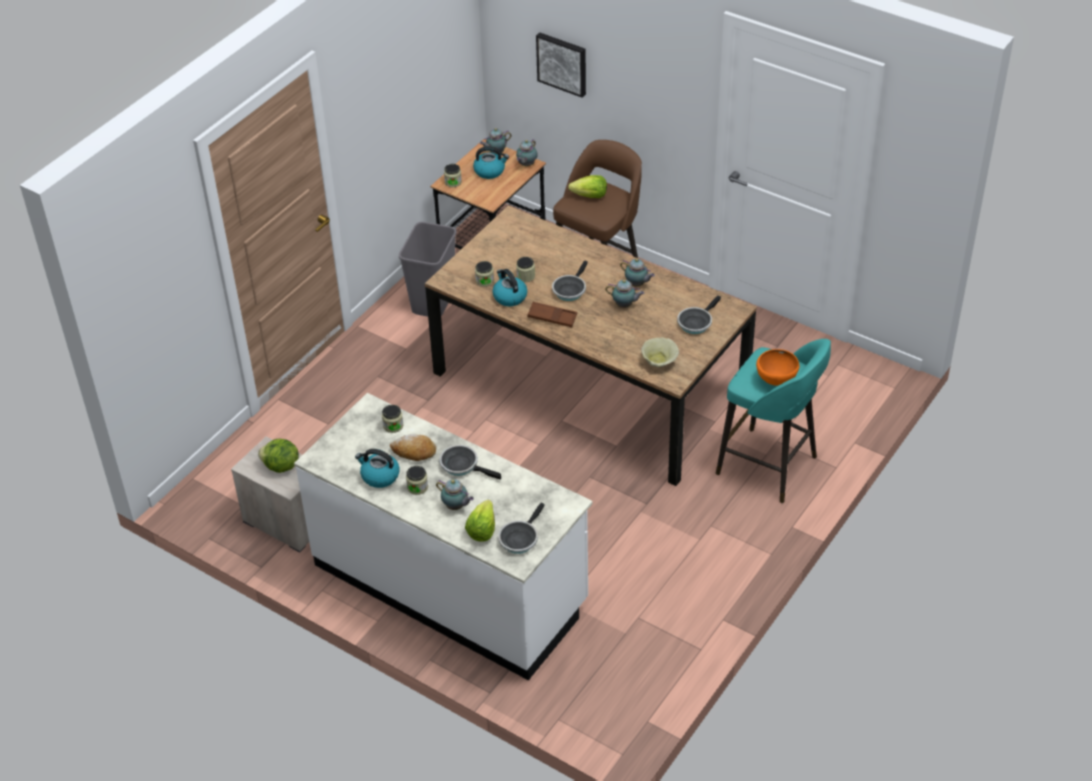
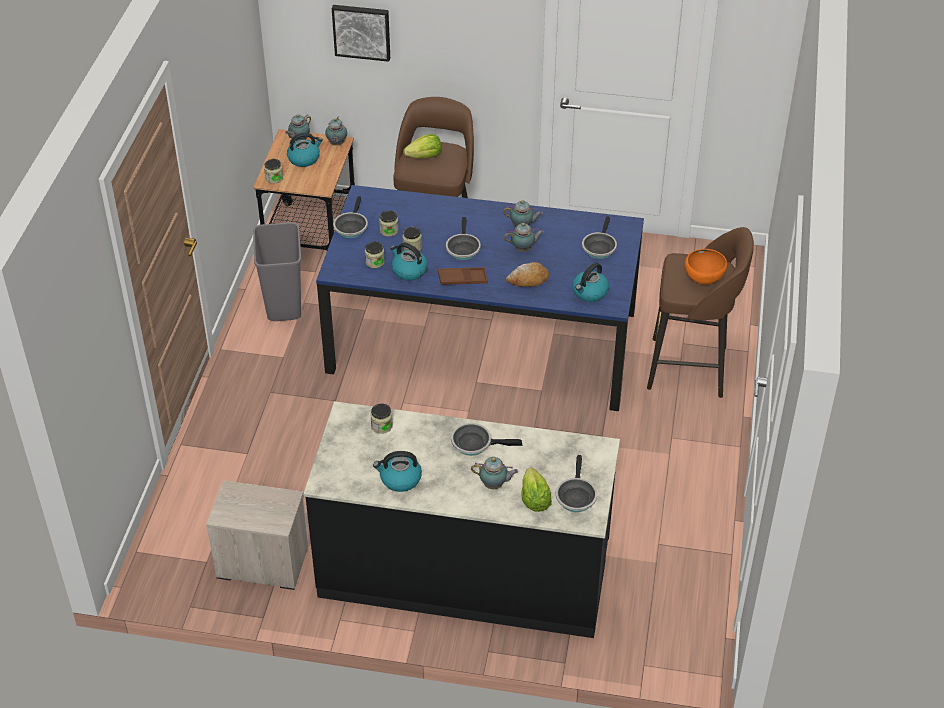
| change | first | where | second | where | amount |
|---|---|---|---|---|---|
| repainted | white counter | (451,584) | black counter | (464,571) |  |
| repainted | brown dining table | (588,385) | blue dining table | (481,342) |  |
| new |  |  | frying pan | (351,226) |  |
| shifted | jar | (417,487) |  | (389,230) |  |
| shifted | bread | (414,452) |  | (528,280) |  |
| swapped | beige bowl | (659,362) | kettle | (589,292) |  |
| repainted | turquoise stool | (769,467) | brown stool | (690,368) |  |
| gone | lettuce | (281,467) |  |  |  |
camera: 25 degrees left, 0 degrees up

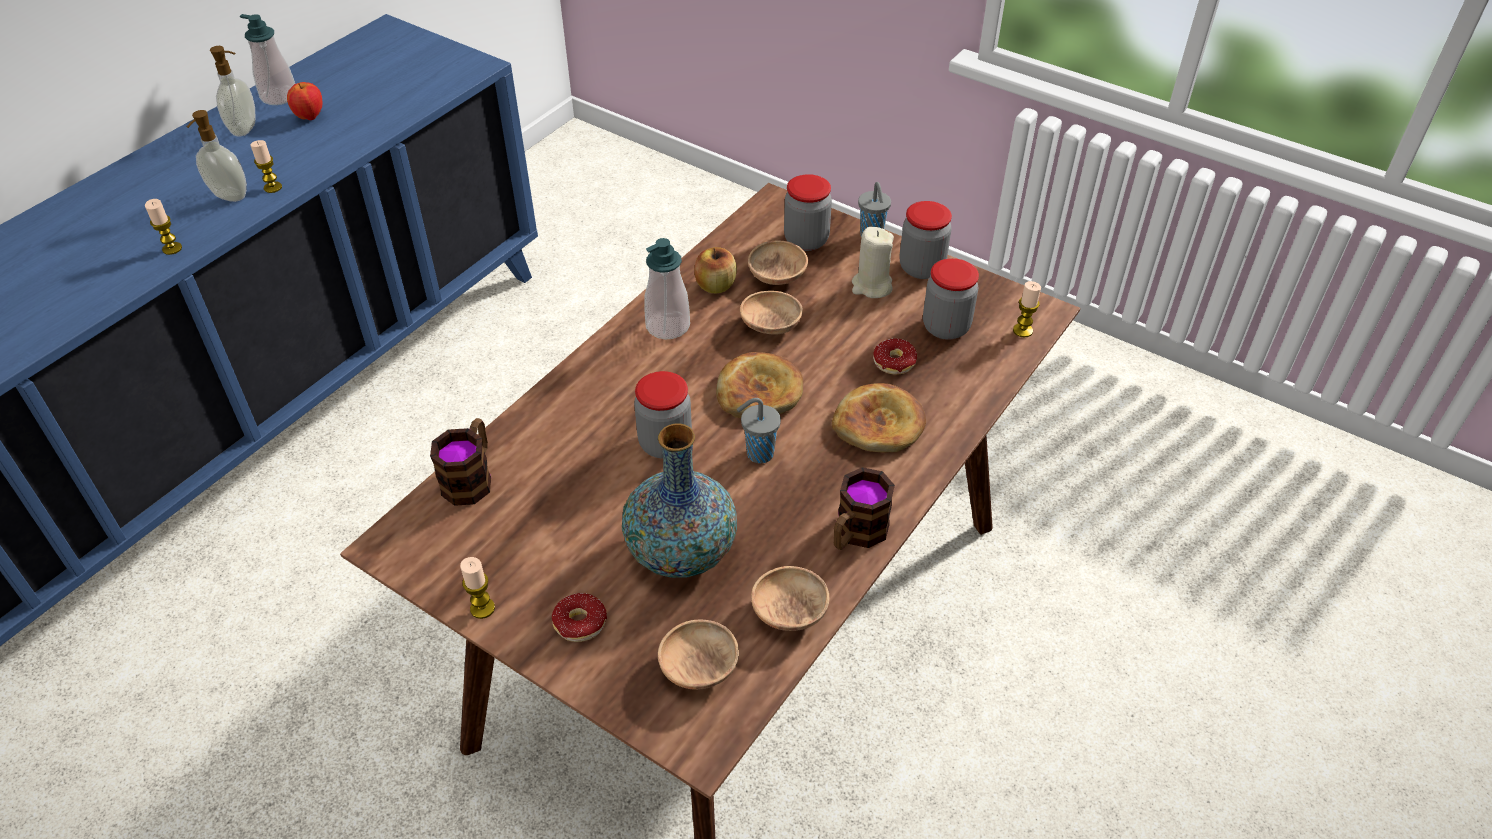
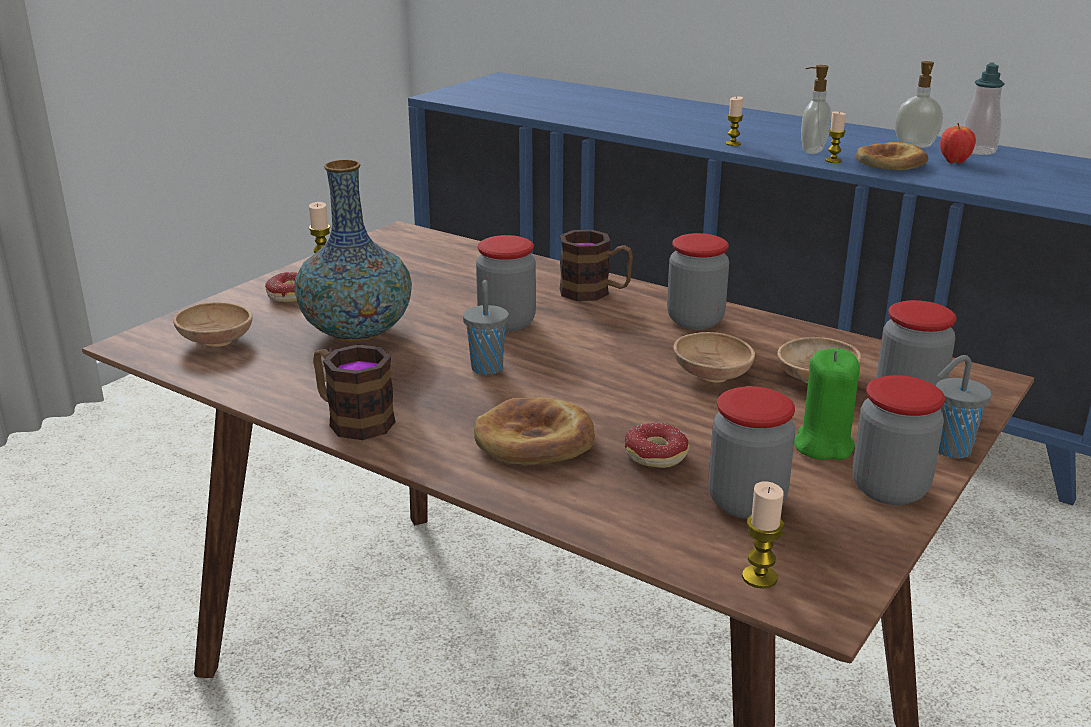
| change | first | where | second | where | amount |
|---|---|---|---|---|---|
| shifted | mug | (471,477) |  | (595,293) |  |
| swapped | soap dispenser | (668,326) | jar | (695,320) |  |
| repainted | beige candle | (871,286) | green candle | (823,445) |  |
| shifted | bread | (759,391) |  | (891,163) |  |
| gone | apple | (715,286) |  |  |  |
| gone | brown bowl | (789,612) |  |  |  |
camera: 90 degrees right, 20 degrees down

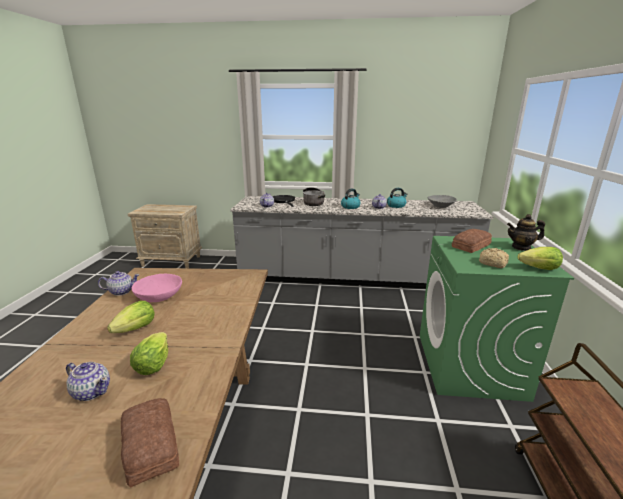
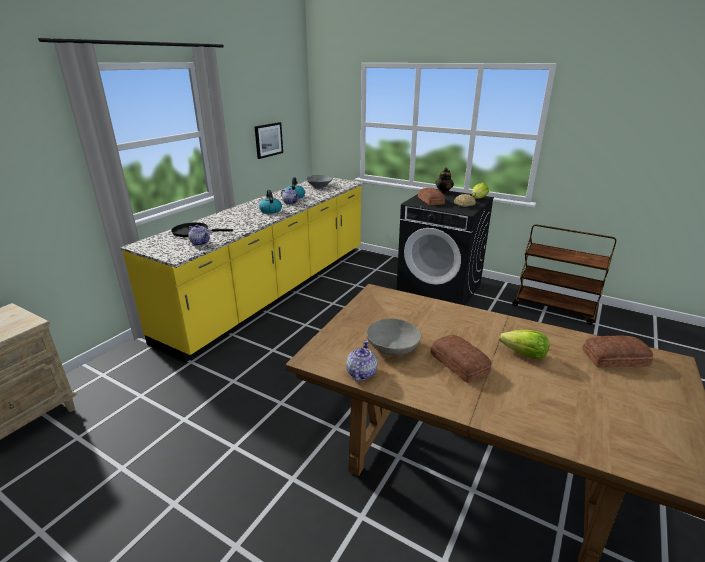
| change | first | where | second | where | amount |
|---|---|---|---|---|---|
| repainted | grey counter | (353,278) | yellow counter | (275,290) |  |
| new |  |  | picture | (268,140) |  |
| repainted | pink bowl | (159,296) | grey bowl | (393,347) |  |
| repainted | green washing machine | (470,366) | black washing machine | (439,289) |  |
| swapped | lettuce | (136,329) | bread | (459,363) |  |
| gone | teapot | (92,391) |  |  |  |
| gone | cooking pot | (313,202) |  |  |  |
camera: 65 degrees left, 5 degrees up

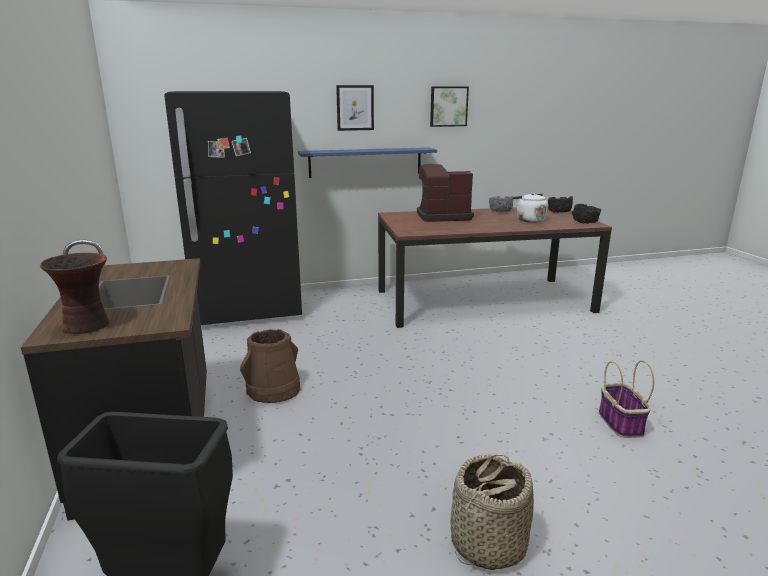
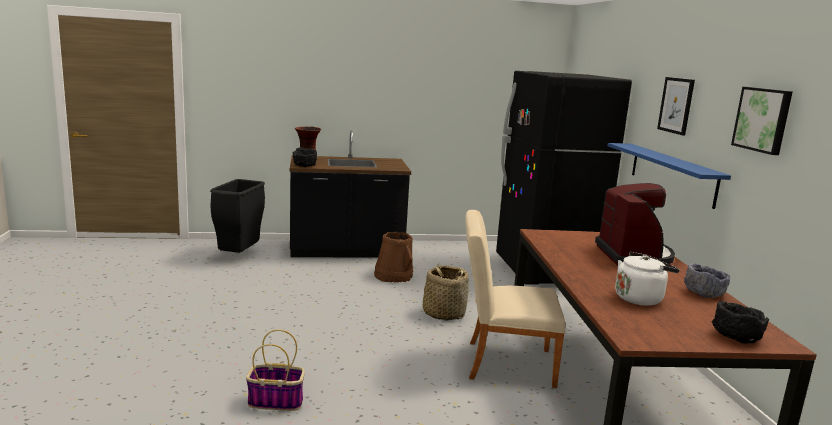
| change | first | where | second | where | amount |
|---|---|---|---|---|---|
| shifted | black bowl | (585,222) |  | (304,165) |  |
| shifted | basket | (487,544) |  | (443,313) |  |
| new |  |  | beige chair | (502,362) |  |
camera: 95 degrees right, 5 degrees down

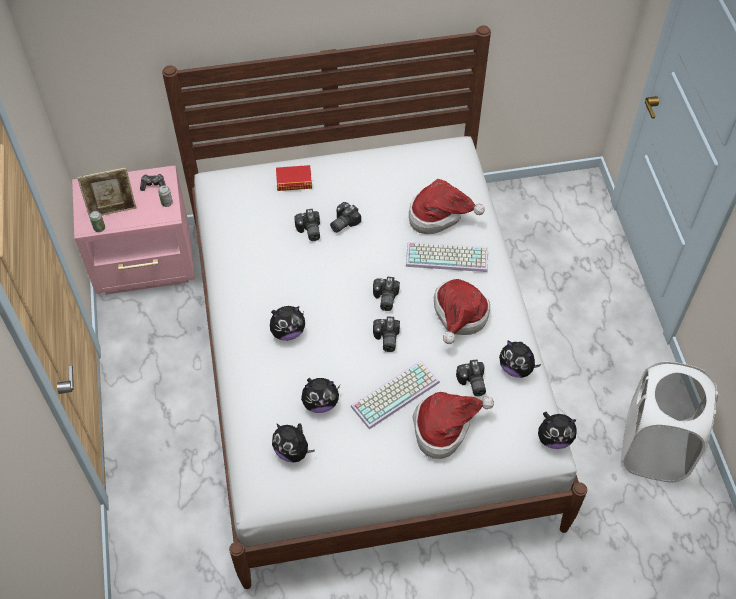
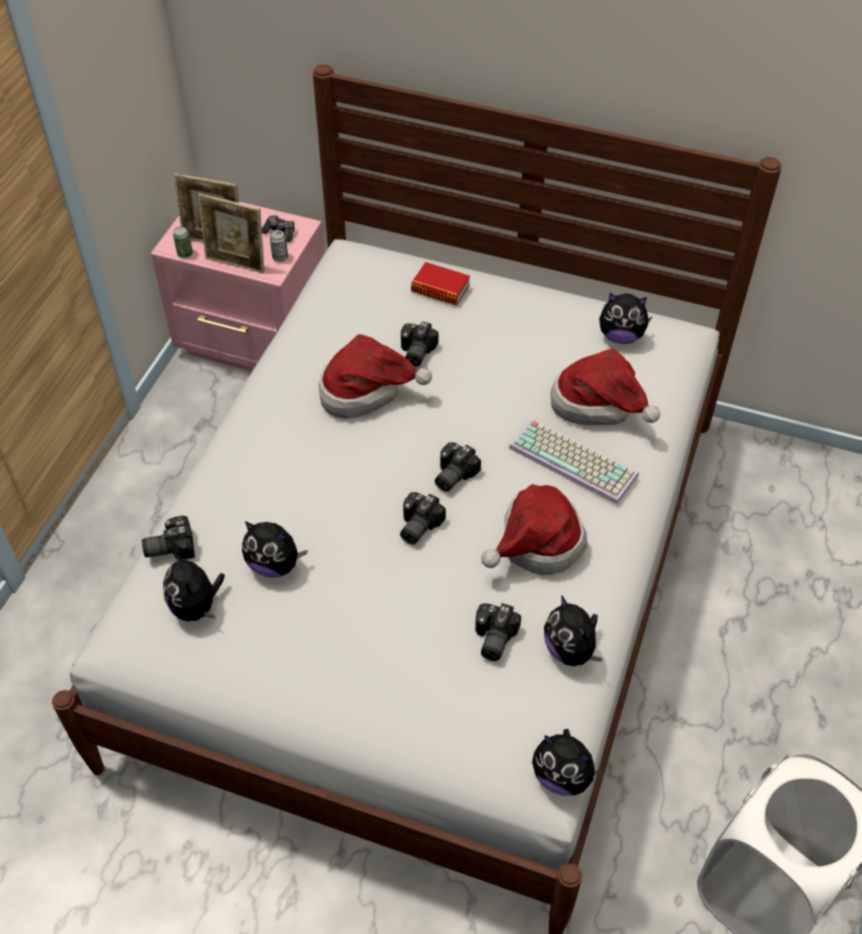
| change | first | where | second | where | amount |
|---|---|---|---|---|---|
| shifted | photo camera | (342,222) |  | (170,546) |  |
| new |  |  | picture frame | (236,263) |  |
| shifted | hat | (444,428) |  | (366,391) |  |
| shifted | plush toy | (287,332) |  | (621,336) |  |
| gone | keyboard | (395,392) |  |  |  |
camera: 30 degrees right, 5 degrees down

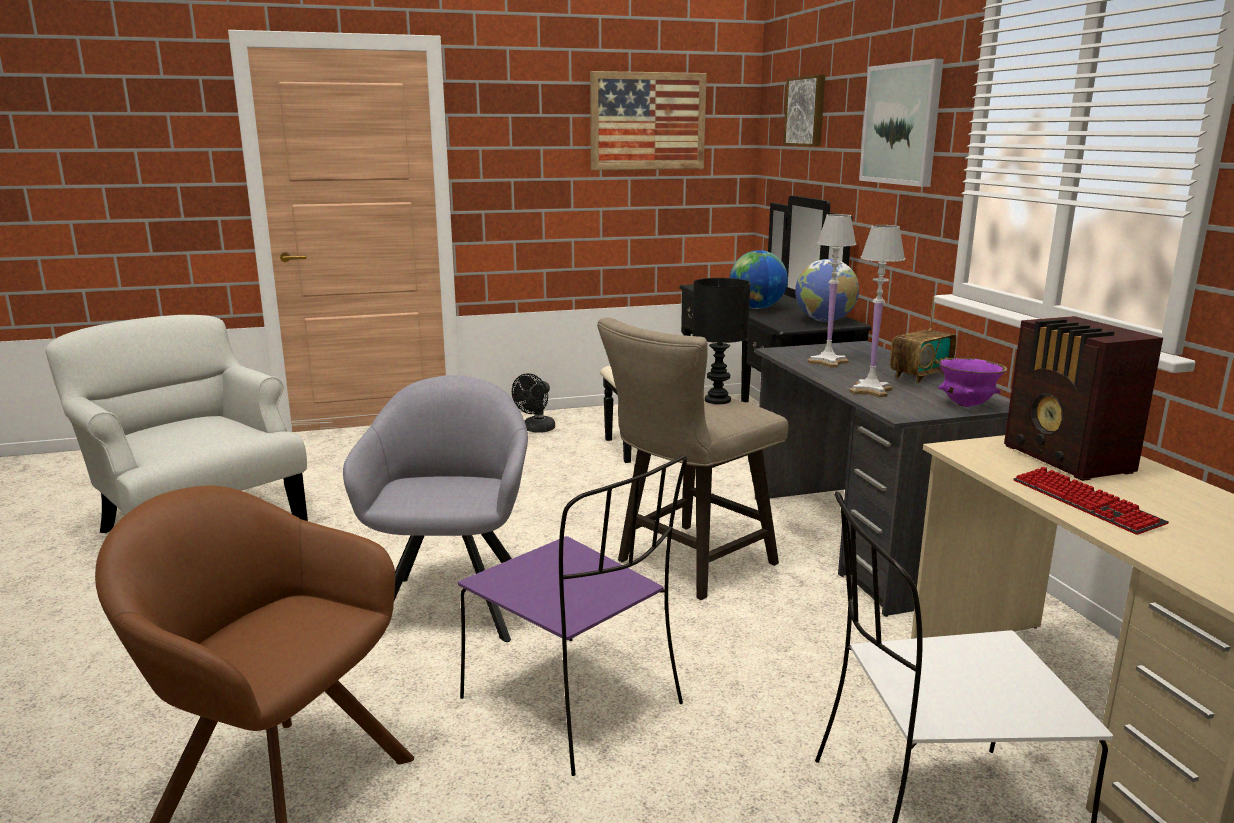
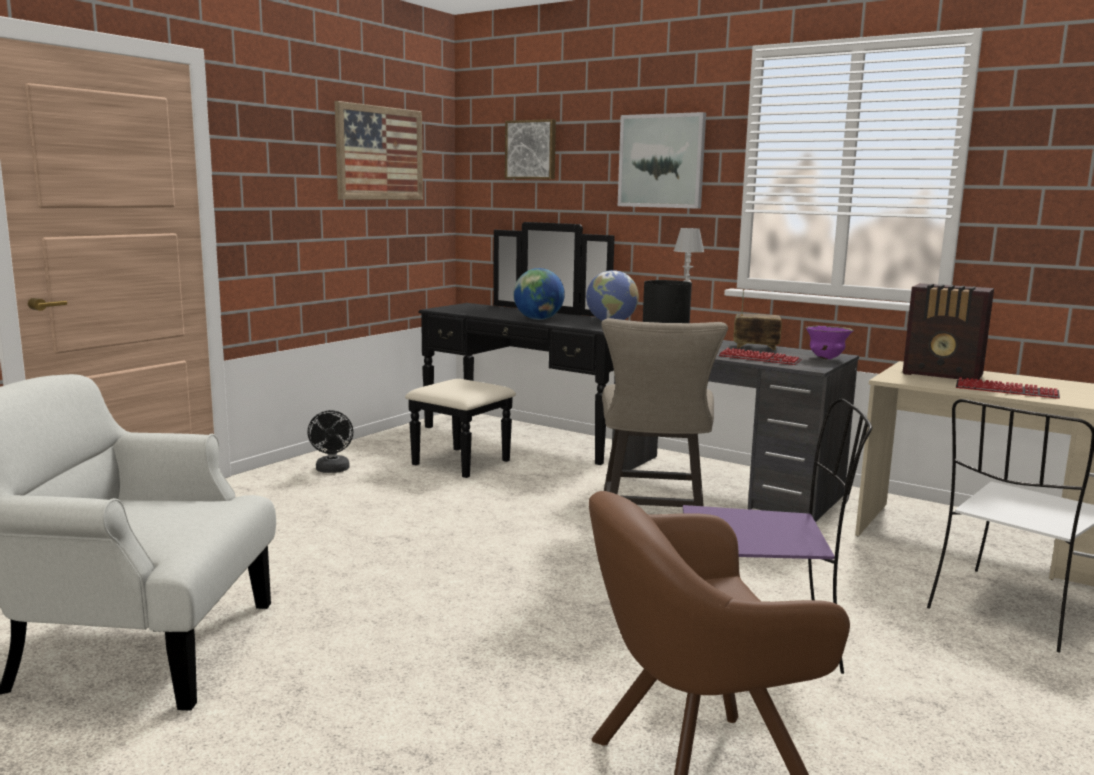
| change | first | where | second | where | amount |
|---|---|---|---|---|---|
| swapped | white table lamp | (871,391) | keyboard | (759,359) |  |
| rotated | radio | (920,376) |  | (756,347) | 90 degrees counterclockwise |
| gone | grey armchair | (453,601) |  |  |  |
camera: 40 degrees left, 5 degrees down

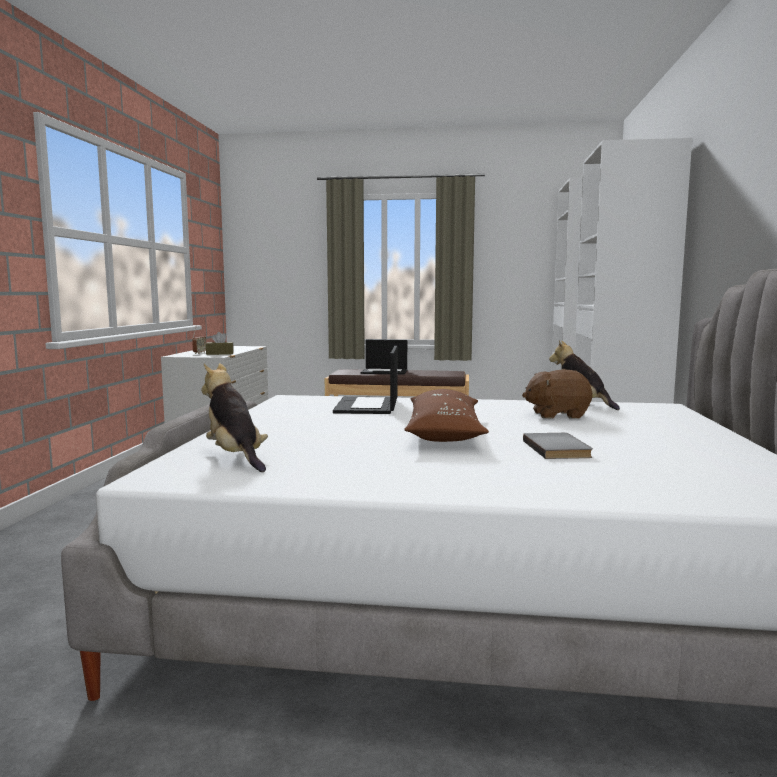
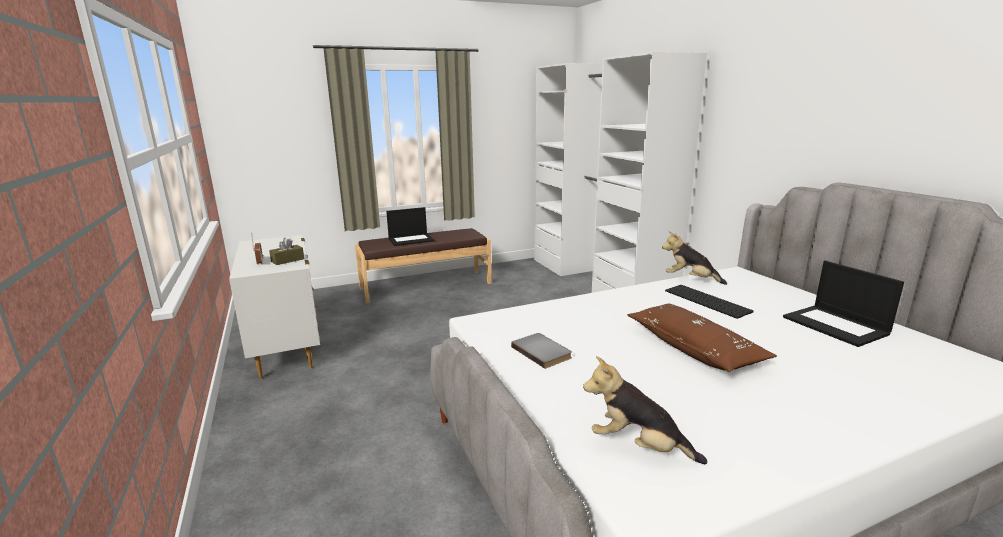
| change | first | where | second | where | amount |
|---|---|---|---|---|---|
| shifted | grey book | (559,449) |  | (543,352) |  |
| swapped | brown plush toy | (557,415) | keyboard | (708,301) |  |
| shifted | laptop | (368,406) |  | (836,326) |  |
camera: 30 degrees left, 10 degrees up

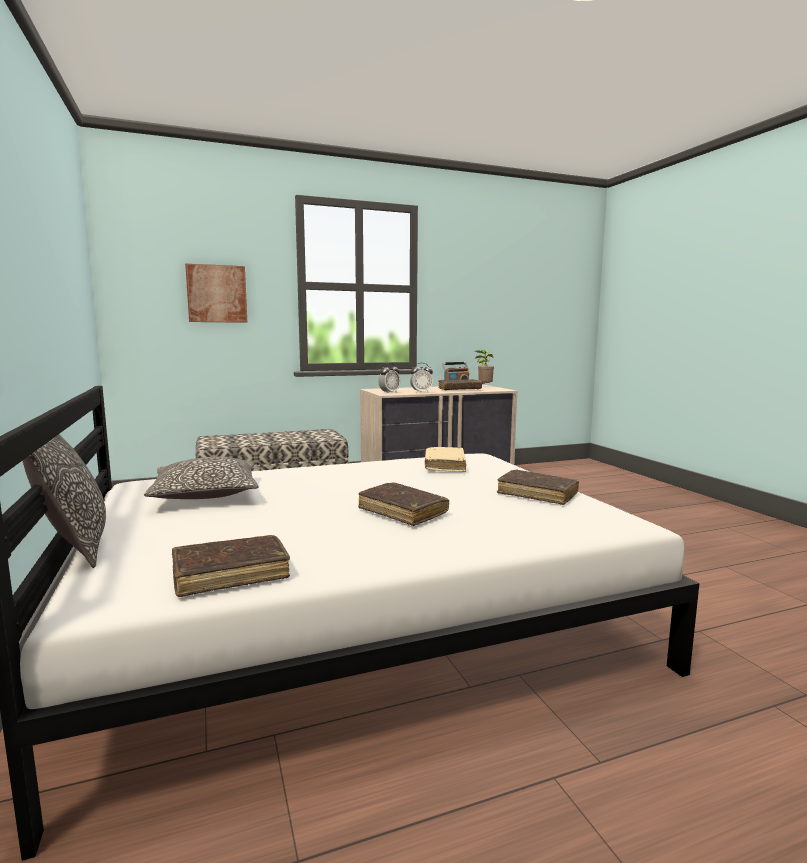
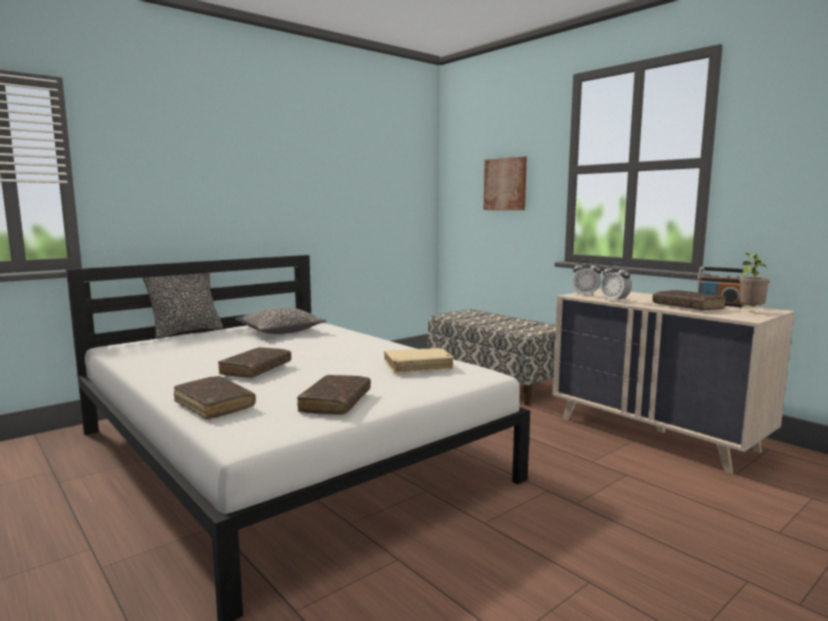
| change | first | where | second | where | amount |
|---|---|---|---|---|---|
| shifted | brown book | (231,574) |  | (214,405) |  |
camera: 70 degrees right, 0 degrees up

